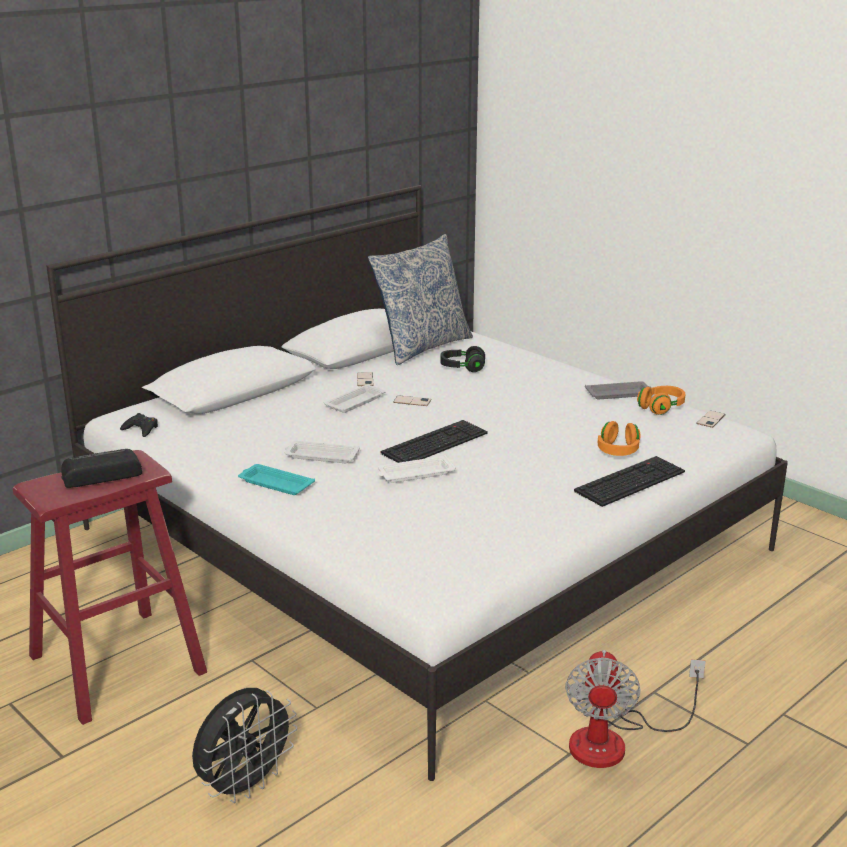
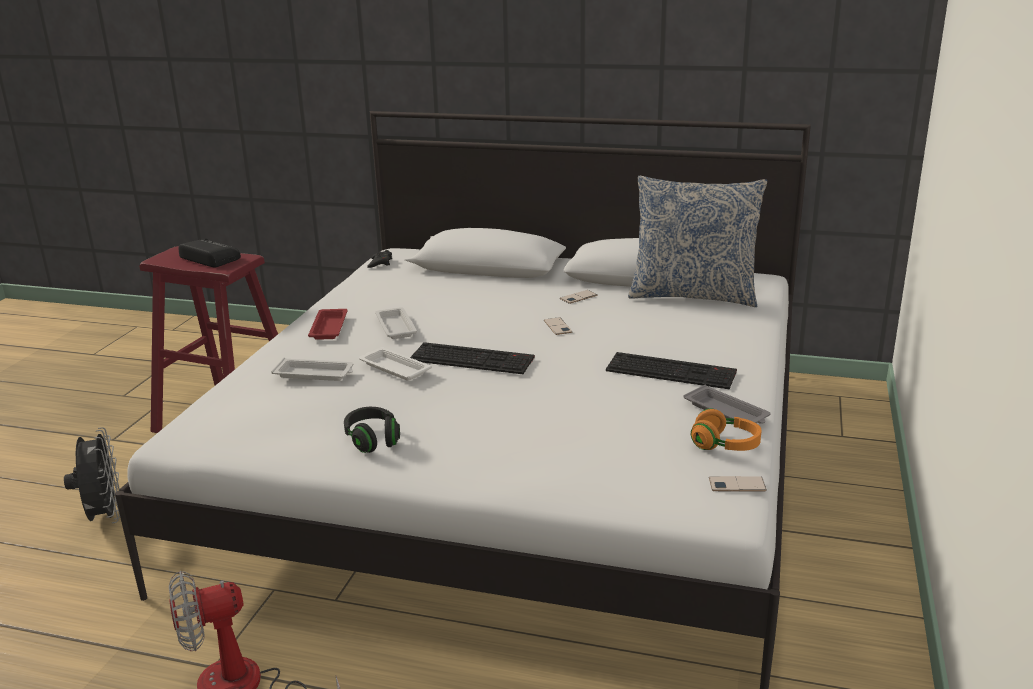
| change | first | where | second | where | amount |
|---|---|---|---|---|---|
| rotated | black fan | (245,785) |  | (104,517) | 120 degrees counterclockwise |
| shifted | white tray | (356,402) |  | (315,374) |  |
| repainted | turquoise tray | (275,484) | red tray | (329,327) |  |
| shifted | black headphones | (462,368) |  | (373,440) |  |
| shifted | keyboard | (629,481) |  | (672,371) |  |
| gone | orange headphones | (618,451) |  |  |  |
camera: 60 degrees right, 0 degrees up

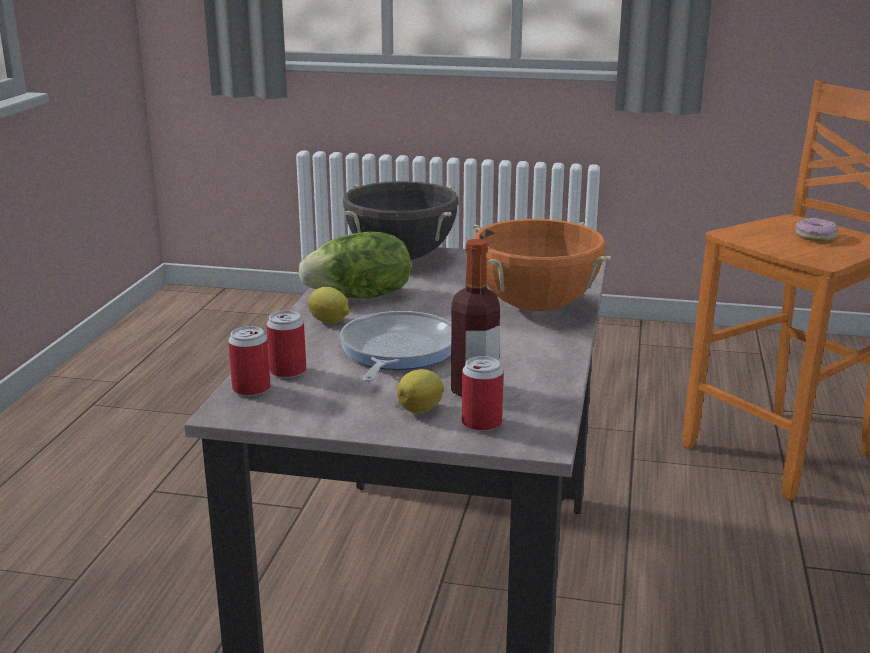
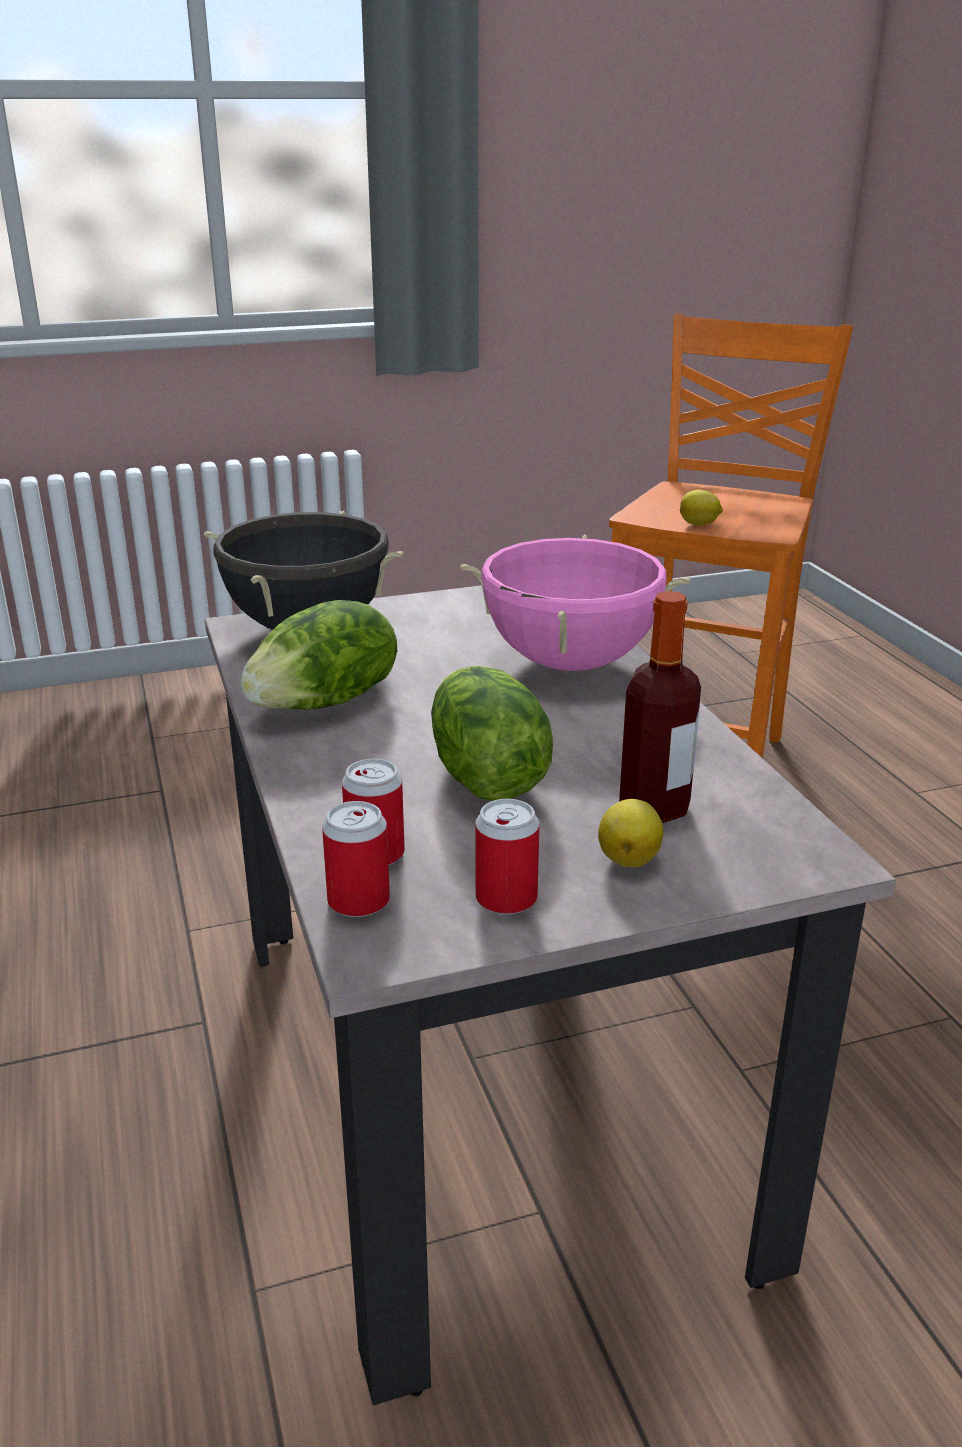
| change | first | where | second | where | amount |
|---|---|---|---|---|---|
| swapped | frying pan | (396,352) | lettuce | (484,777) |  |
| repainted | orange cooking pot | (536,307) | pink cooking pot | (570,663) |  |
| shifted | can | (481,423) |  | (506,898) |  |
| shifted | lemon | (330,322) |  | (699,524) |  |
| gone | donut | (816,236) |  |  |  |
camera: 30 degrees left, 5 degrees up

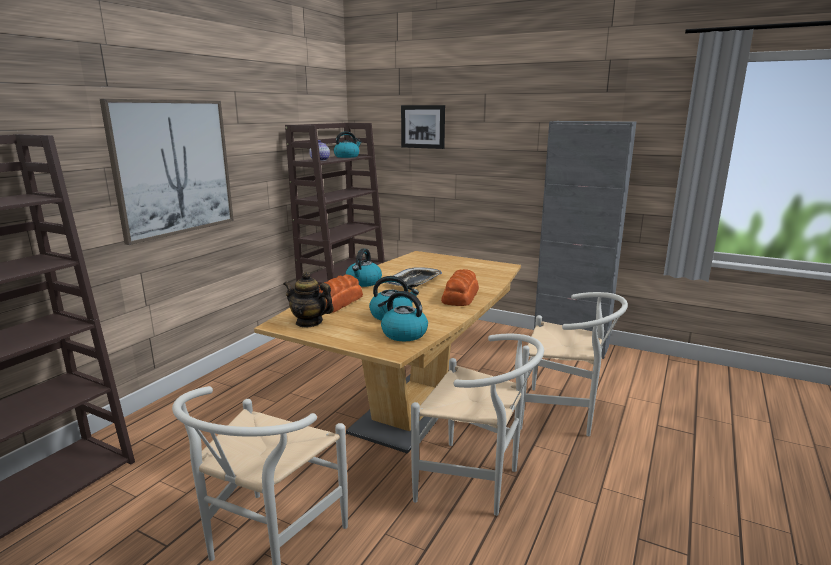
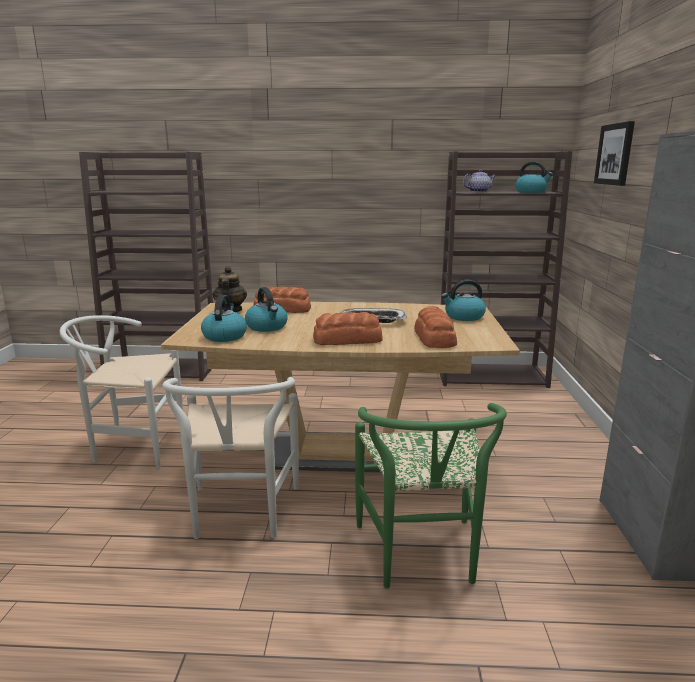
| change | first | where | second | where | amount |
|---|---|---|---|---|---|
| repainted | white chair | (564,415) | green chair | (421,558) |  |
| new |  |  | bread | (434,338) |  |
| shifted | kettle | (363,282) |  | (463,317) |  |
| gone | picture | (173,168) |  |  |  |
camera: 65 degrees right, 0 degrees up

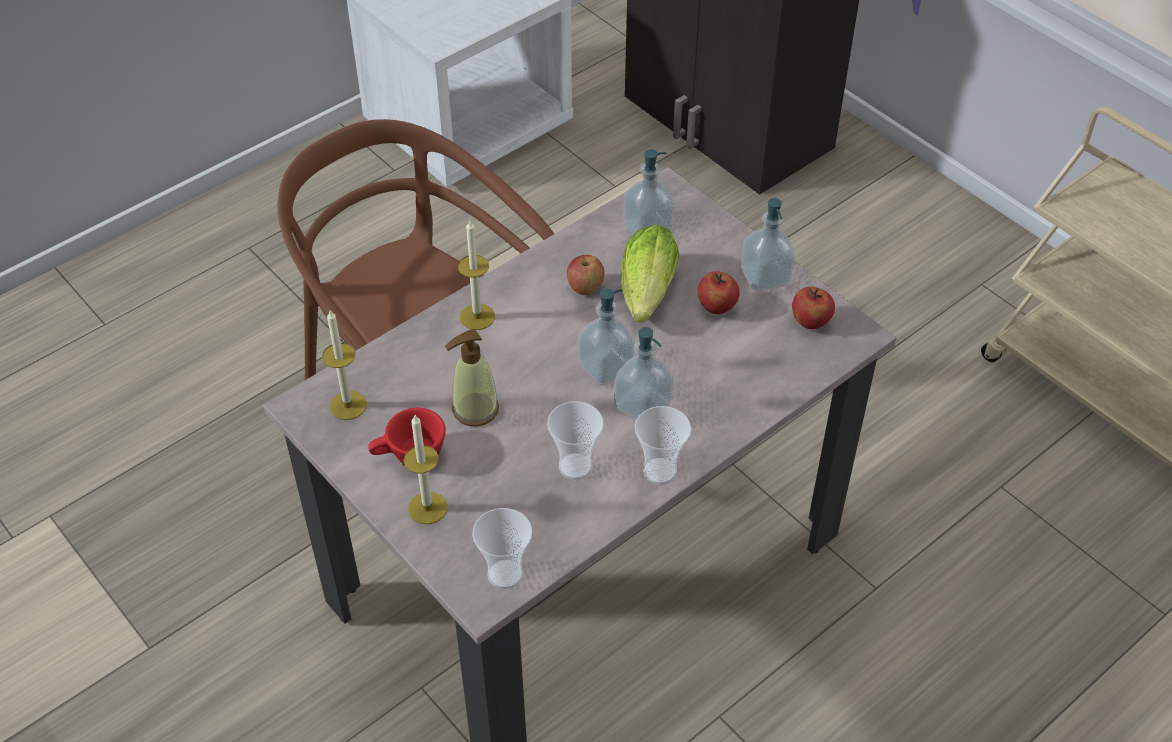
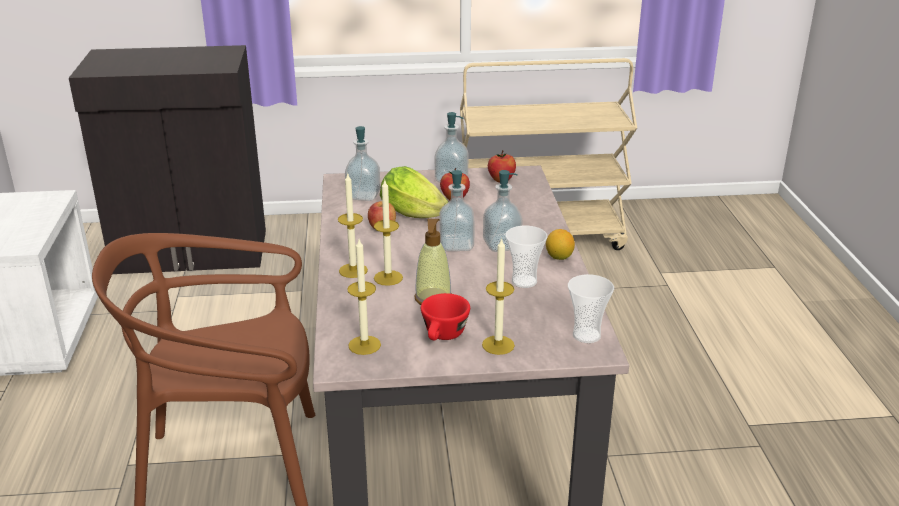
| change | first | where | second | where | amount |
|---|---|---|---|---|---|
| new |  |  | candle | (388,278) |  |
| swapped | cup | (660,471) | lemon | (559,257) |  |
camera: 55 degrees left, 20 degrees down

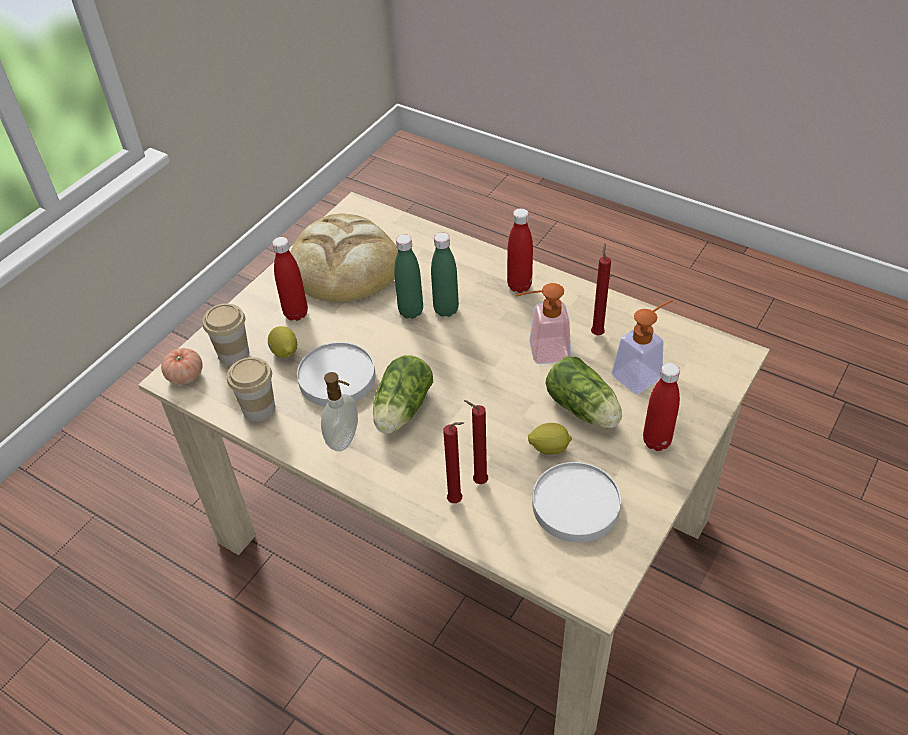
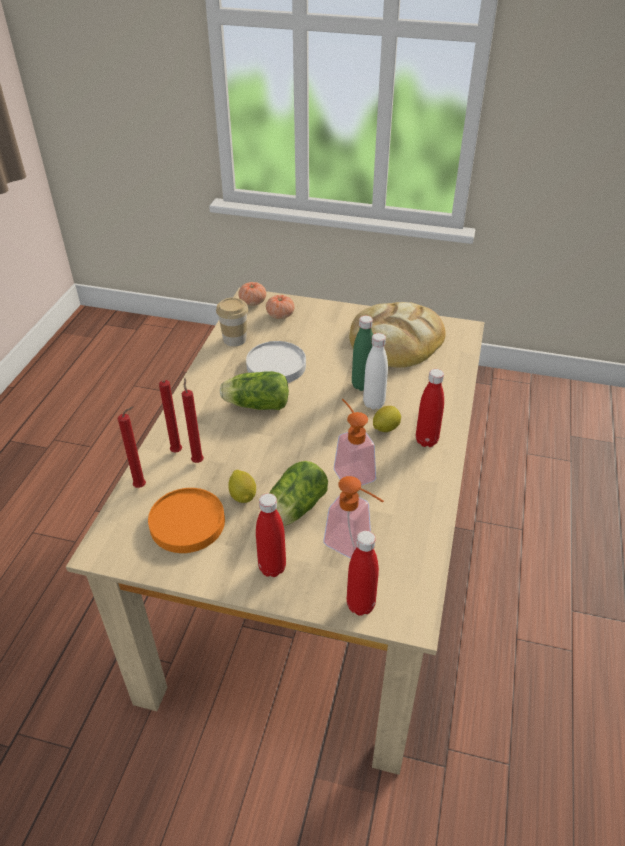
| change | first | where | second | where | amount |
|---|---|---|---|---|---|
| shifted | red candle | (597,332) |  | (142,486) |  |
| repainted | white plate | (575,504) | orange plate | (188,522) |  |
| swapped | cup | (233,354) | tomato | (280,315) |  |
| shifted | red bottle | (296,313) |  | (360,605) |  |
| repainted | green bottle | (446,310) | white bottle | (374,403) |  |
| shifted | lemon | (284,352) |  | (385,428) |  |
| gone | soap dispenser | (344,439) |  |  |  |
camera: 70 degrees right, 5 degrees down

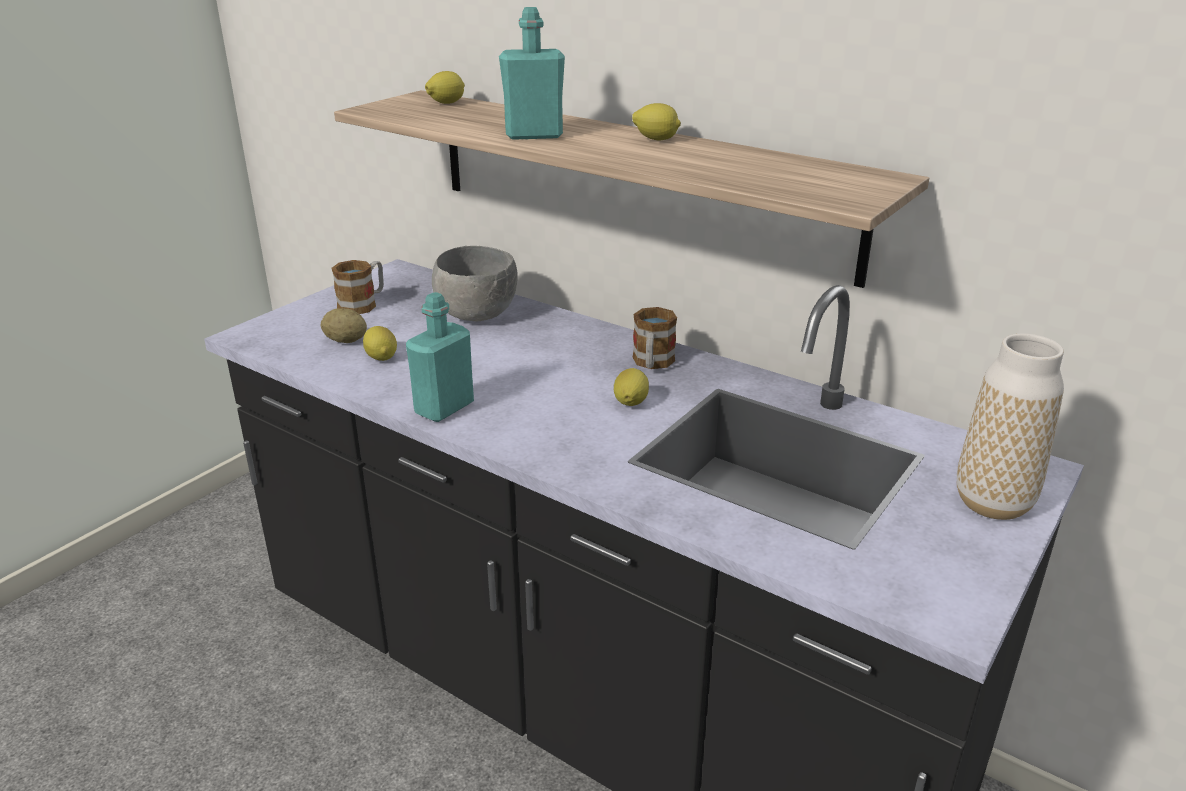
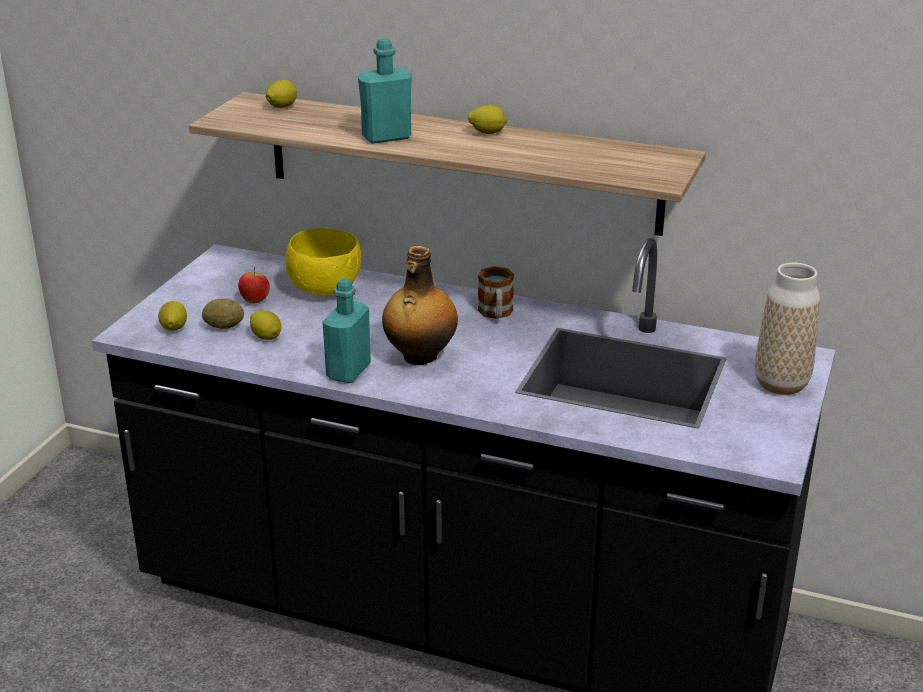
| change | first | where | second | where | amount |
|---|---|---|---|---|---|
| shifted | lemon | (630,403) |  | (173,329) |  |
| new |  |  | apple | (255,301) |  |
| repainted | grey bowl | (478,315) | yellow bowl | (326,289) |  |
| new |  |  | bottle | (419,357) |  |
| gone | mug | (363,304) |  |  |  |
camera: 15 degrees left, 0 degrees up

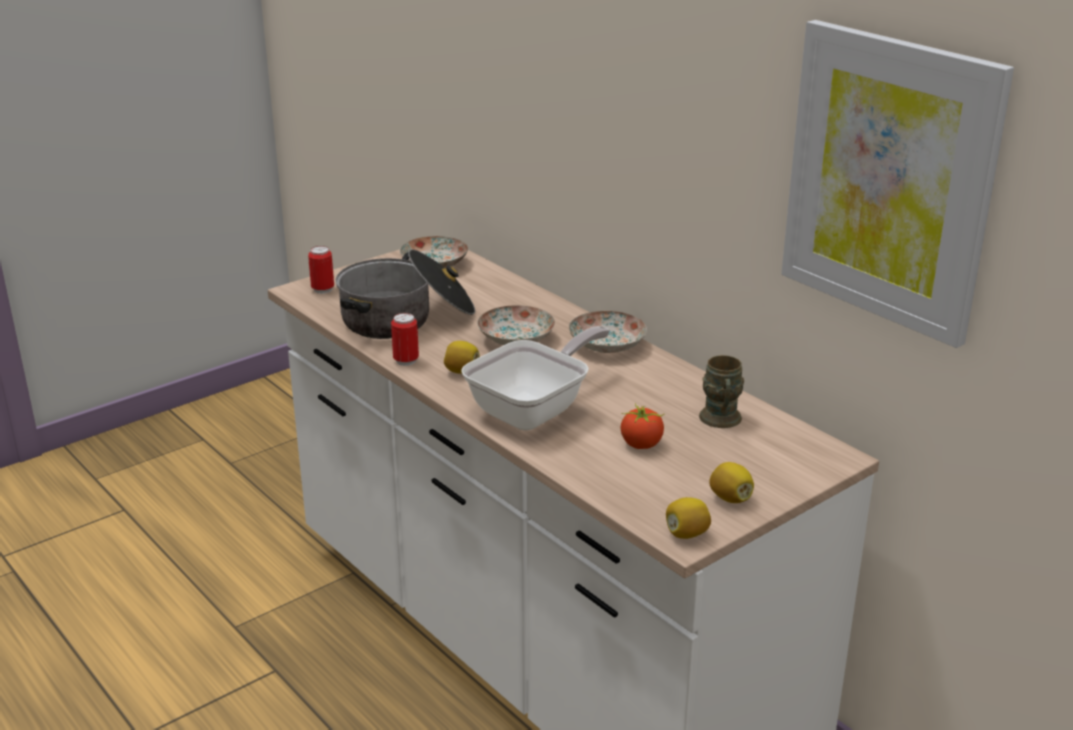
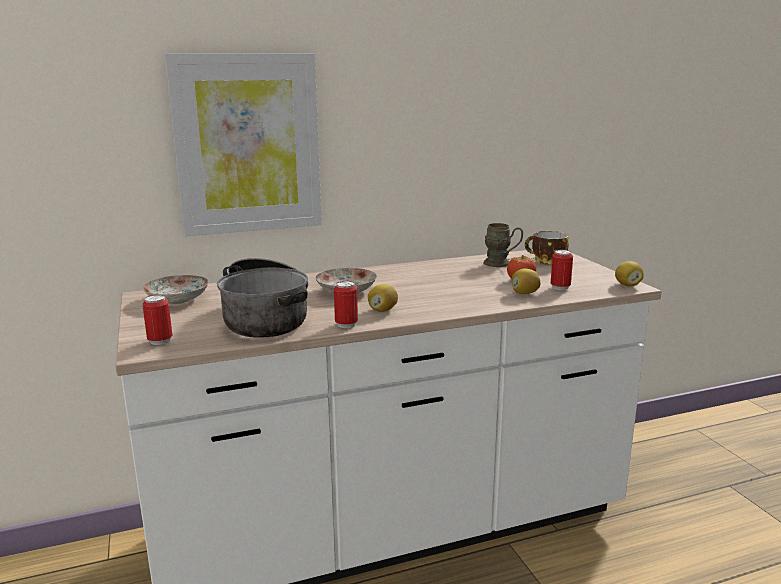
| change | first | where | second | where | amount |
|---|---|---|---|---|---|
| shifted | picture | (889,180) |  | (248,144) |  |
| shifted | lemon | (730,498) |  | (524,293) |  |
| new |  |  | cup | (547,261) |  |
| new |  |  | can | (560,287) |  |
| gone | frying pan | (535,409) |  |  |  |
| gone | plate | (608,345) |  |  |  |
camera: 70 degrees left, 10 degrees down

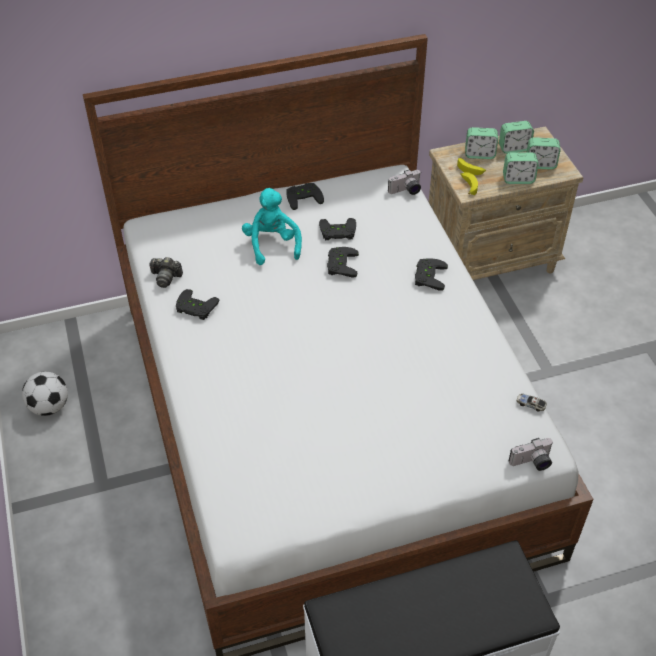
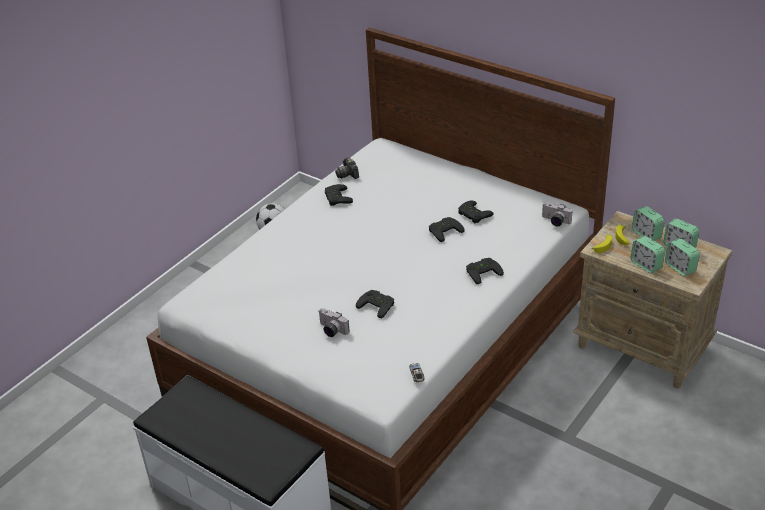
| change | first | where | second | where | amount |
|---|---|---|---|---|---|
| shifted | photo camera | (532,463) |  | (331,330) |  |
| shifted | black game controller | (303,197) |  | (377,304) |  |
| gone | turquoise plush toy | (272,244) |  |  |  |
camera: 55 degrees right, 10 degrees down

